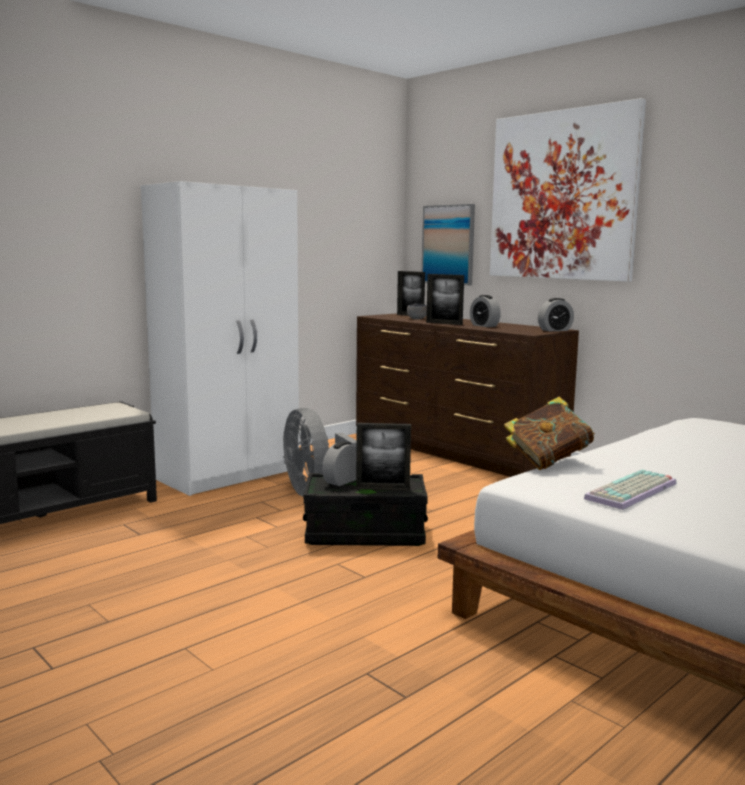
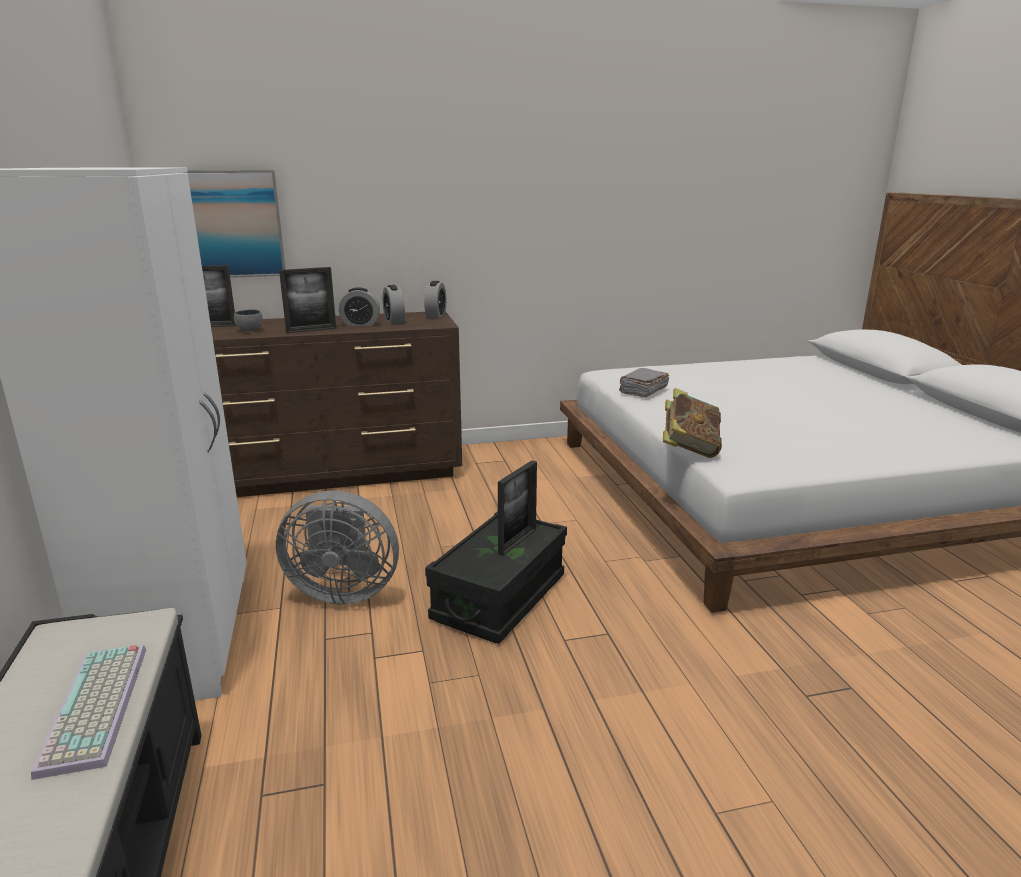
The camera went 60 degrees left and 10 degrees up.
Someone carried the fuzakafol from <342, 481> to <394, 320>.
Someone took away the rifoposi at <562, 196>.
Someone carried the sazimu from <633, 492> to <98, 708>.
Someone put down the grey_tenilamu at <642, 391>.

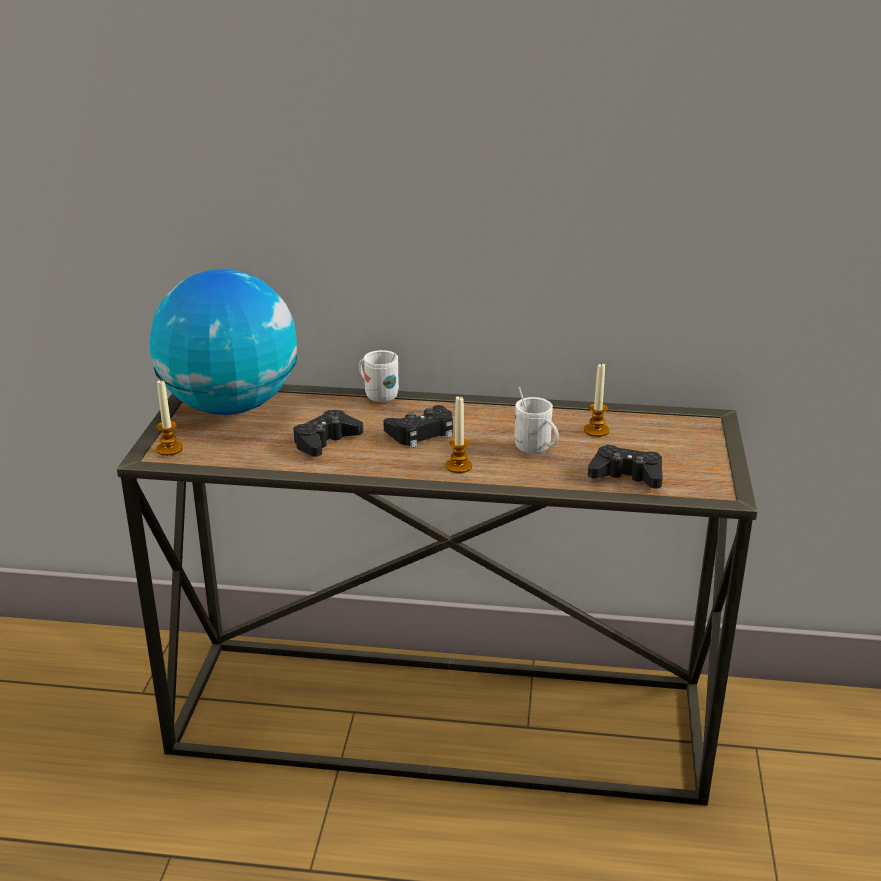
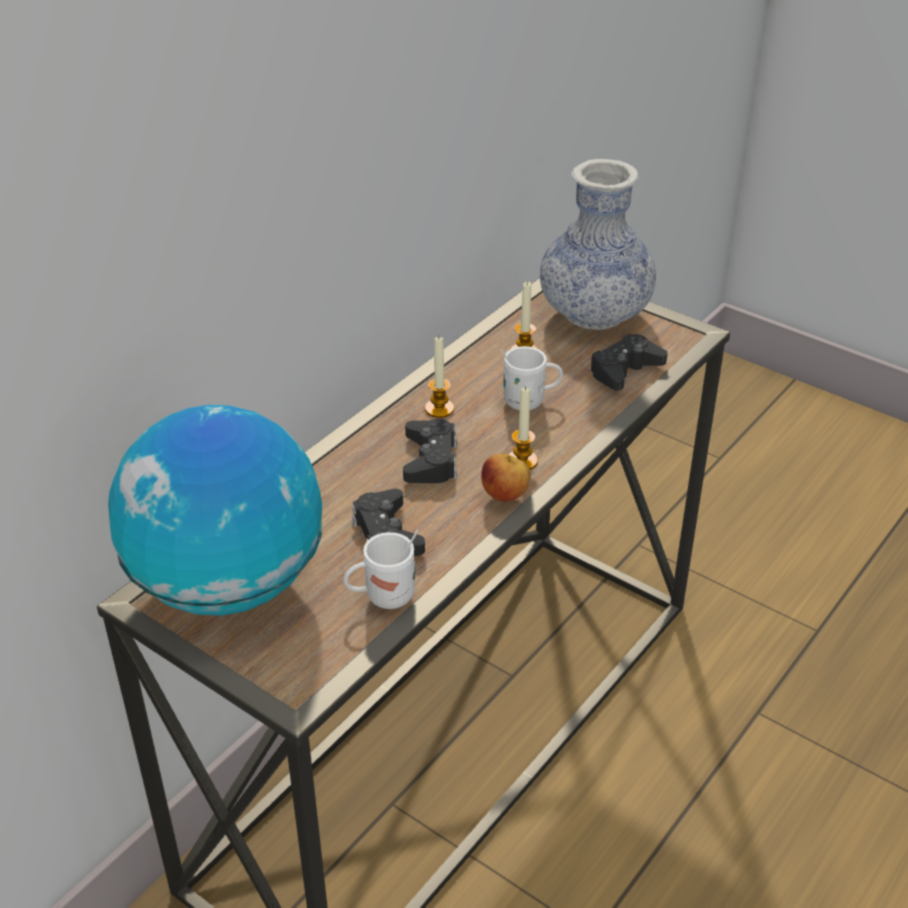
The camera went 60 degrees left and 10 degrees up.
Someone carried the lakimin from <169, 449> to <439, 409>.
Someone carried the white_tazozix from <378, 395> to <382, 597>.
Someone put down the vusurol at <505, 496>.
Someone put down the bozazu at <594, 313>.

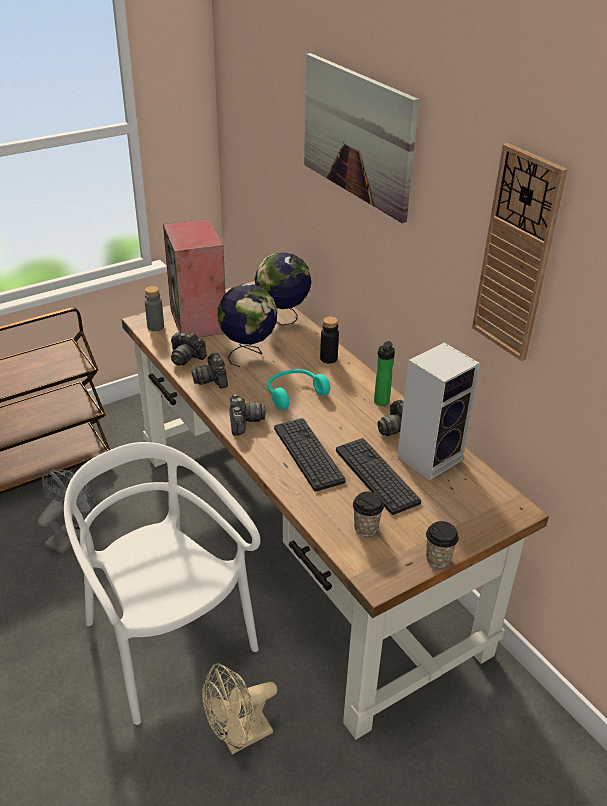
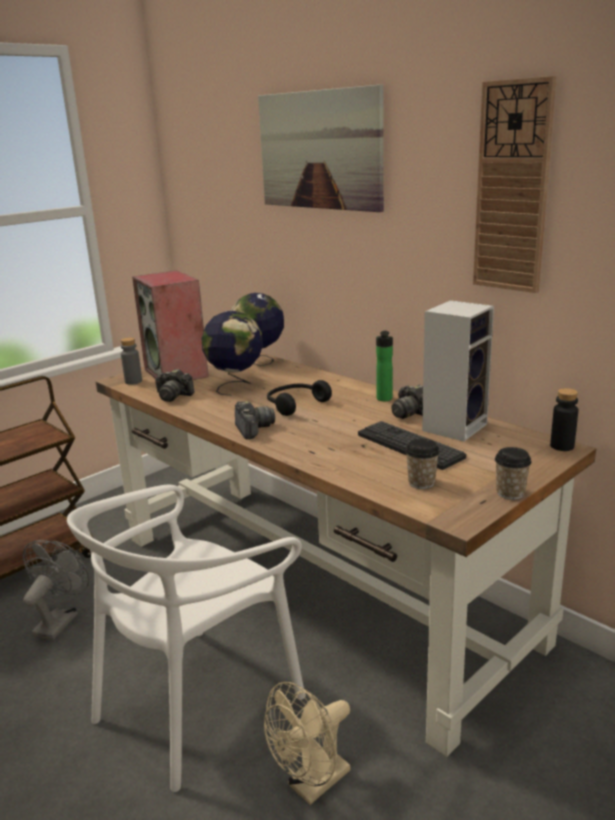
The camera went 10 degrees left and 15 degrees down.
Someone rotated the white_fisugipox at <167, 642> by 90 degrees counterclockwise.
Someone took away the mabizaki at <212, 379>.
Someone repainted the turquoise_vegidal at <294, 393>, which became the black_vegidal at <295, 404>.
Someone took away the sazimu at <308, 454>.
Someone carried the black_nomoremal from <328, 358> to <562, 446>.

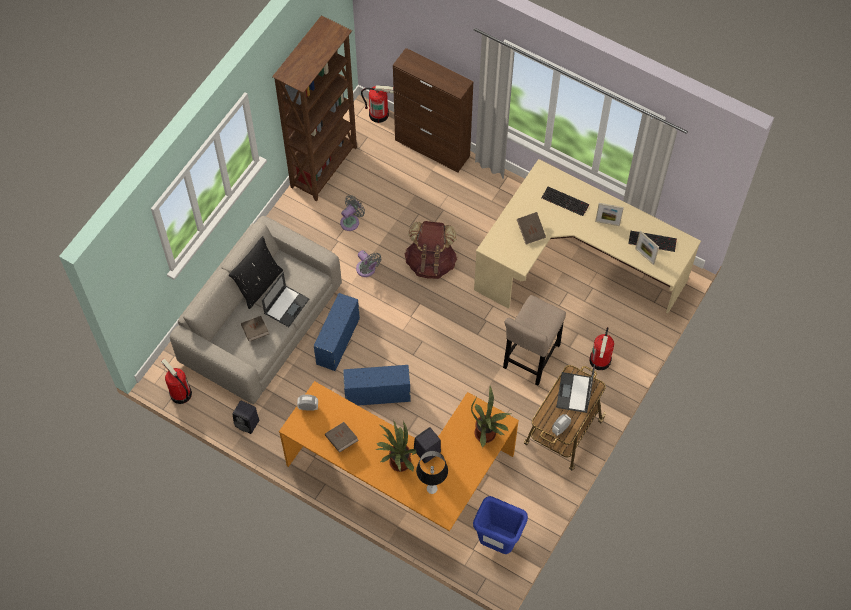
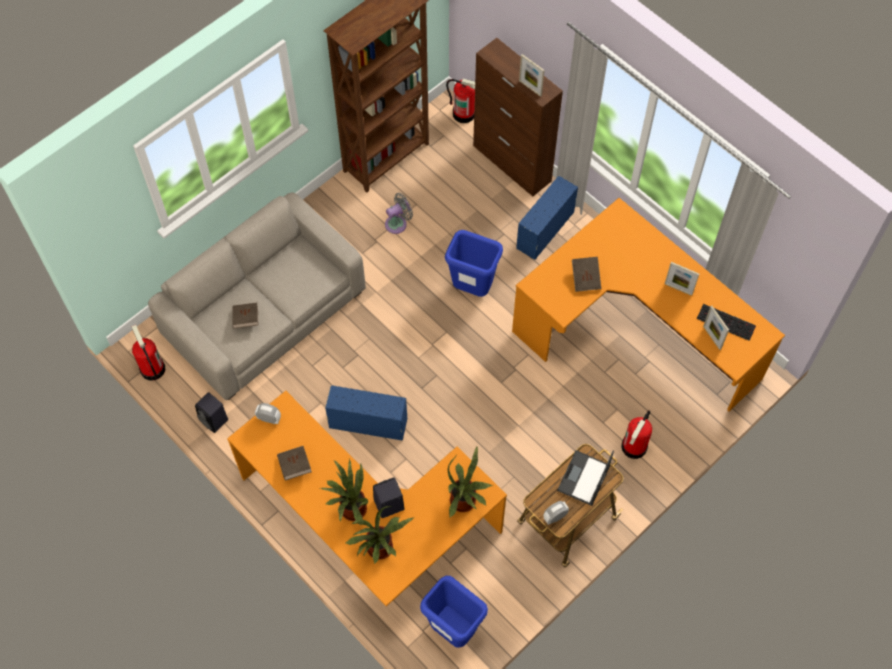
The camera went 15 degrees right and 0 degrees up.
Someone took away the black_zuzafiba at <259, 285>.
Someone took away the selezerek at <286, 306>.
Someone carried the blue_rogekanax from <337, 342> to <544, 231>.
Someone took away the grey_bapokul at <367, 270>.
Someone swapped the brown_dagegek at <431, 262> for the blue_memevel at <473, 289>.
Someone swapped the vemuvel at <431, 489> for the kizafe at <380, 550>.
Someone repainted the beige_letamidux at <576, 267>, which became the orange_letamidux at <636, 333>.
Someone took away the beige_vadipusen at <530, 359>.
Someone took away the sazimu at <566, 201>.
Someone put down the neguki at <530, 88>.

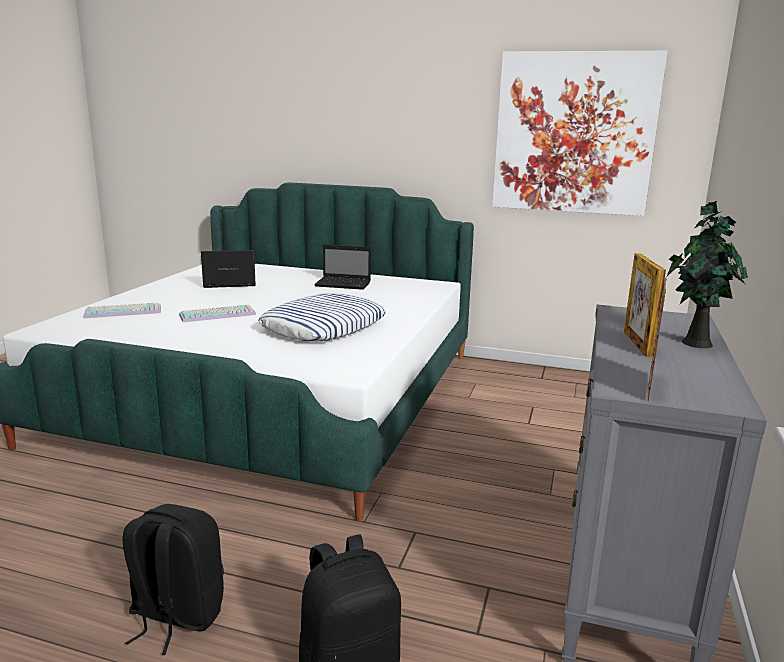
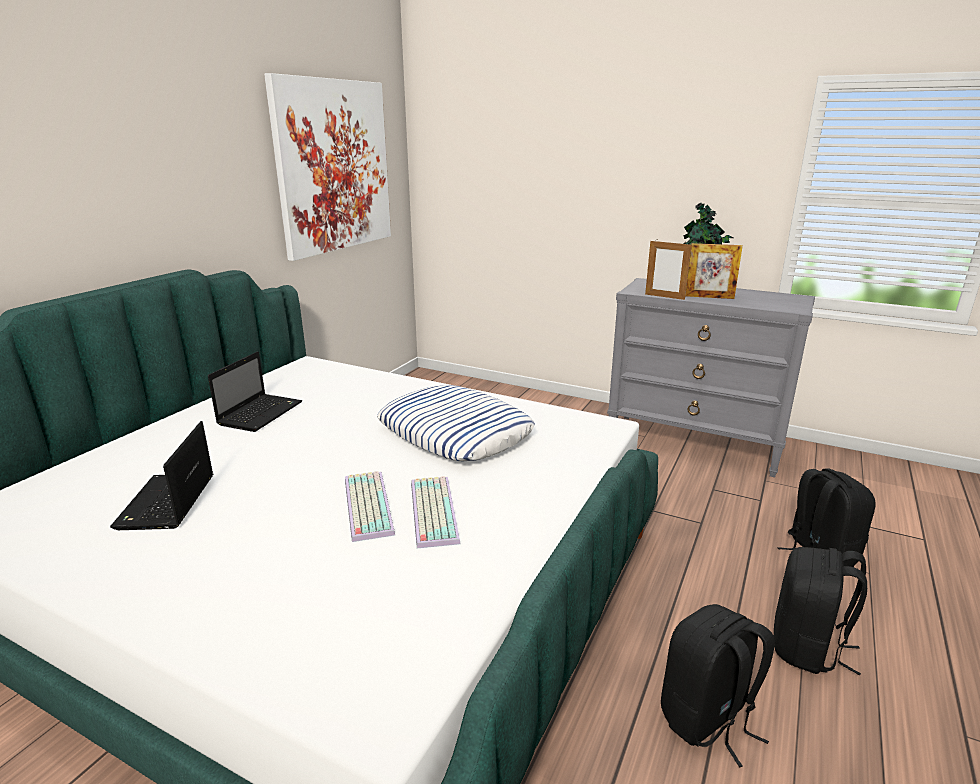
The camera went 80 degrees left and 5 degrees up.
Someone carried the sazimu from <124, 311> to <431, 510>.
Someone carried the neguki from <649, 386> to <664, 297>.
Someone put down the black_dagegek at <707, 719>.

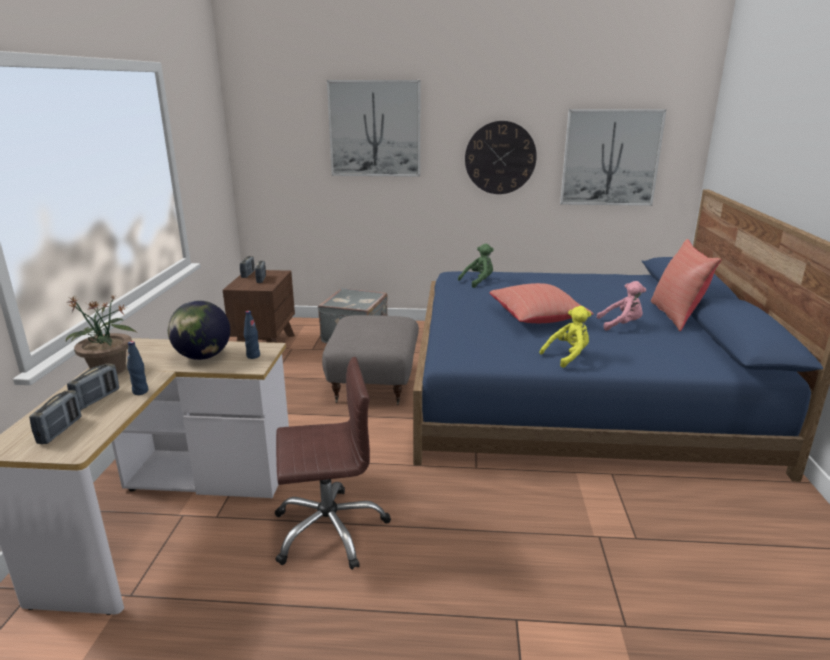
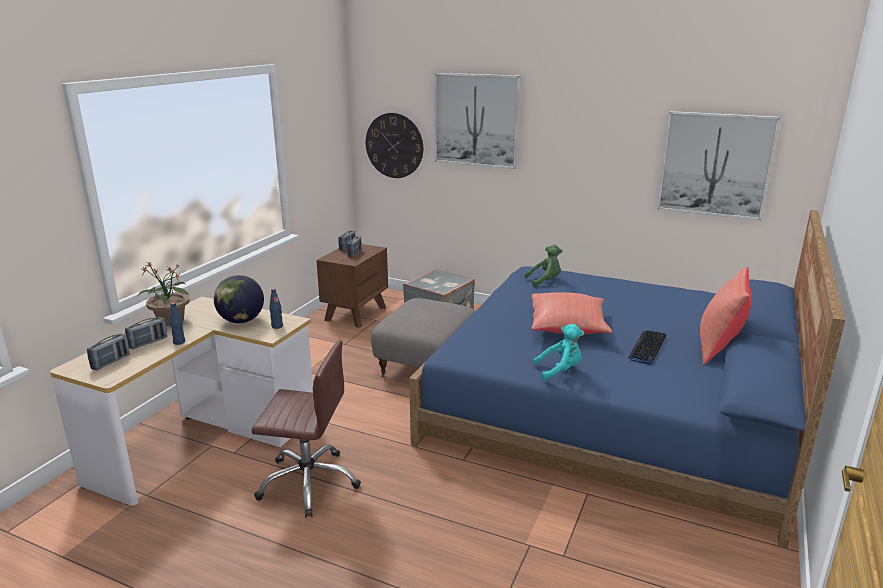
The camera went 20 degrees right and 0 degrees up.
Someone carried the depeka from <500, 158> to <394, 145>.
Someone repainted the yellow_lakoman at <568, 356>, which became the turquoise_lakoman at <560, 370>.
Someone swapped the pink_lakoman at <621, 325> for the sazimu at <647, 348>.

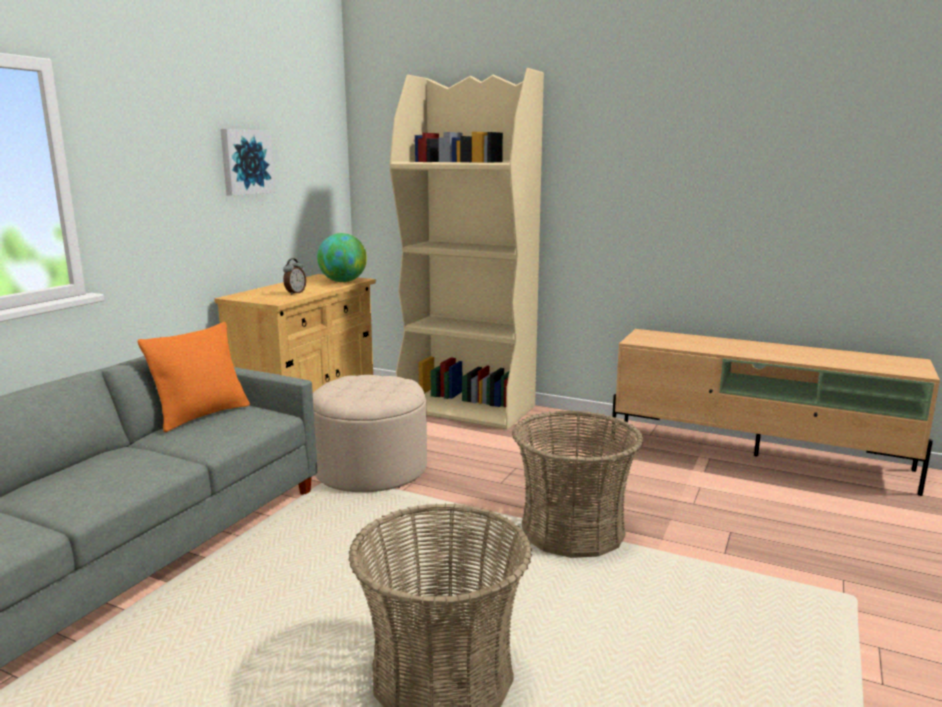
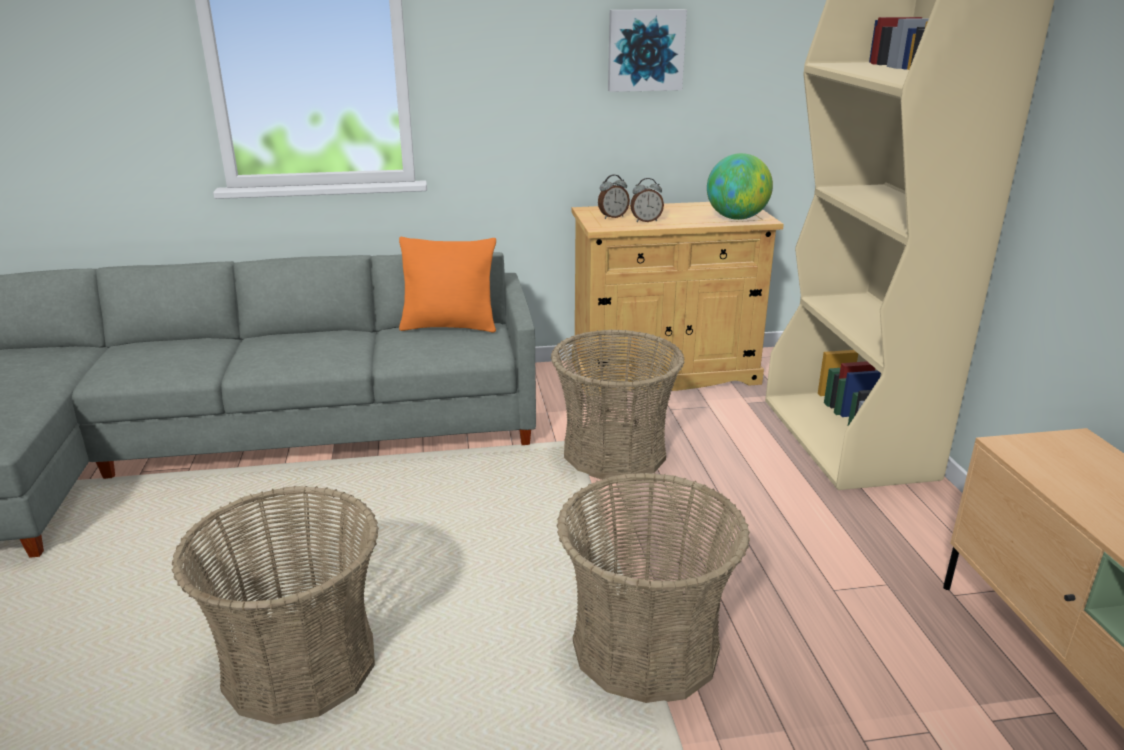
The camera went 55 degrees right and 10 degrees up.
Someone swapped the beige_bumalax at <370, 468> for the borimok at <614, 452>.
Someone put down the fuzakafol at <612, 217>.

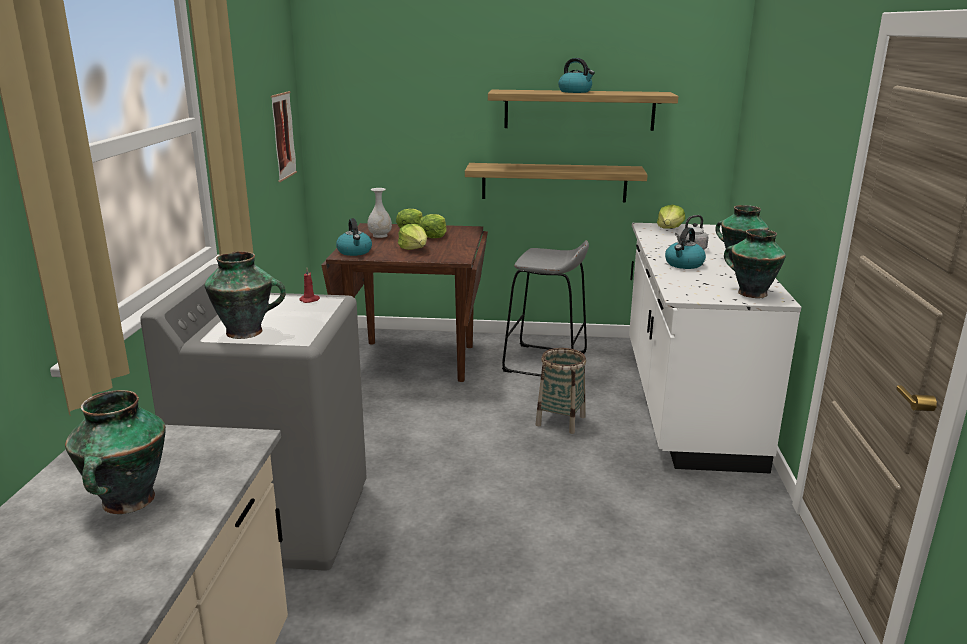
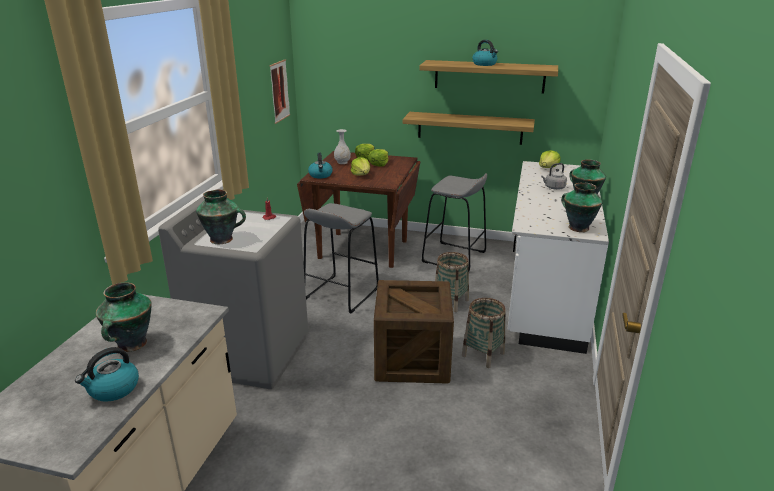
The camera went 10 degrees right and 5 degrees up.
Someone carried the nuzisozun from <684, 264> to <113, 389>.
Someone put down the grey_vadipusen at <341, 293>.
Someone put down the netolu at <412, 360>.
Someone put down the borimok at <483, 354>.

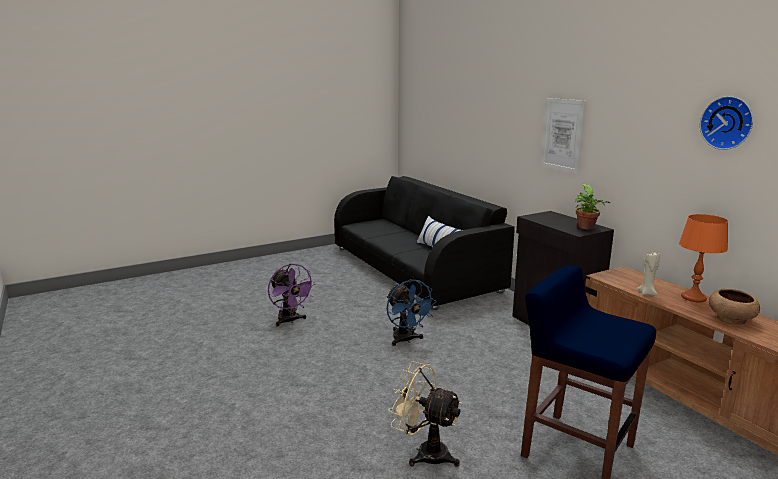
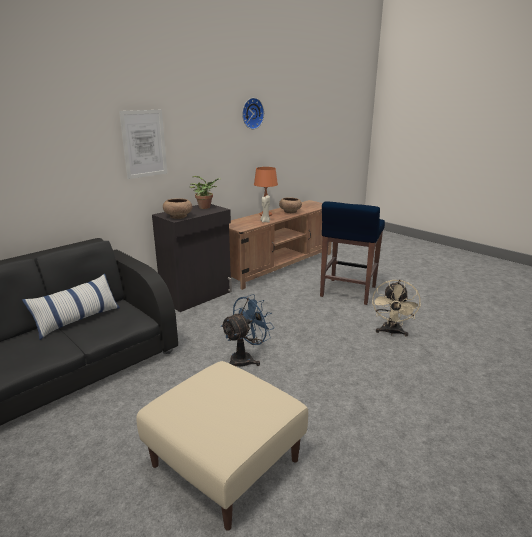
The camera went 105 degrees left and 5 degrees up.
Someone swapped the purple_bapokul at <290, 321> for the beige_bumalax at <224, 462>.
Someone put down the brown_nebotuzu at <178, 216>.

